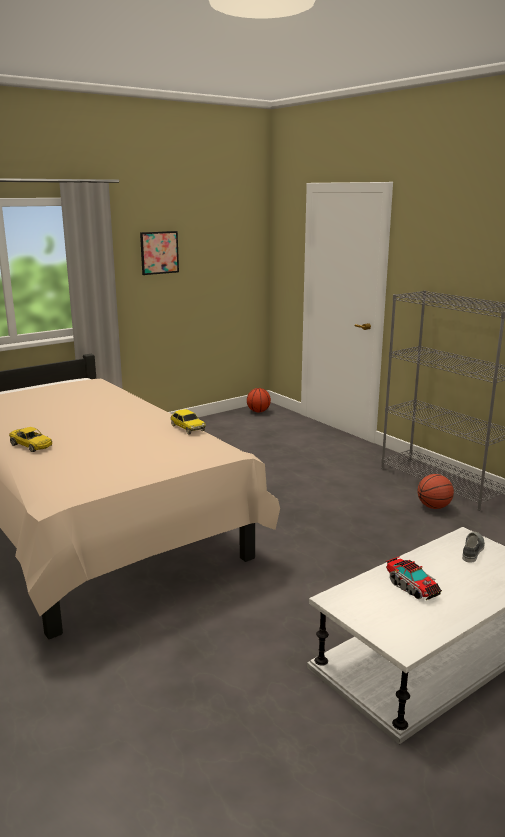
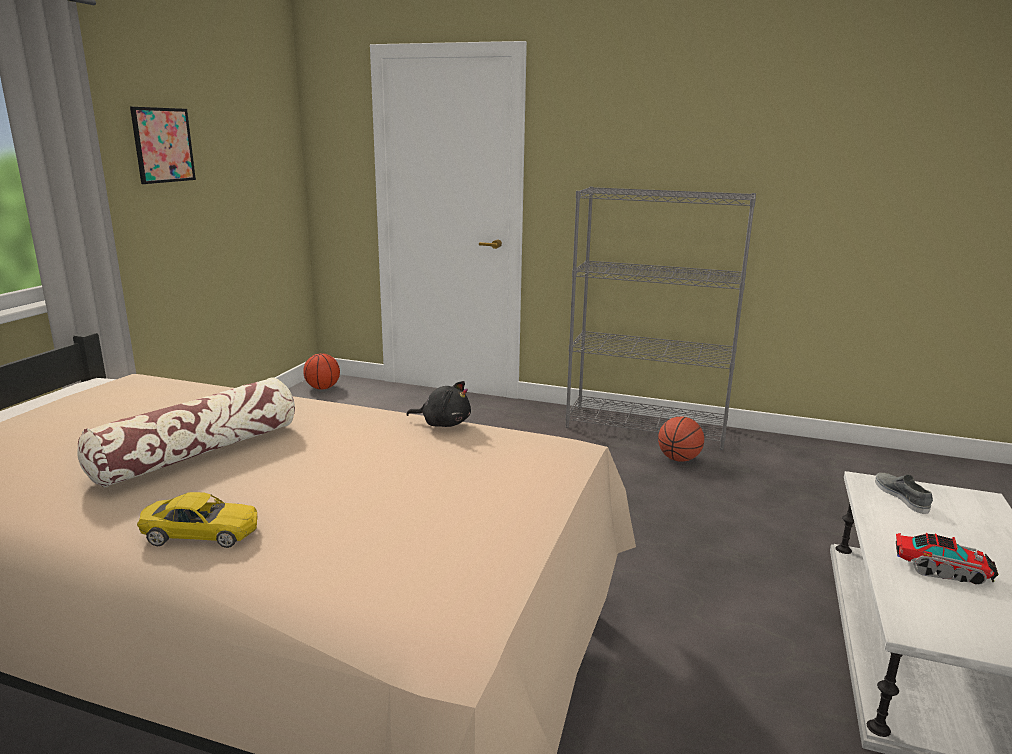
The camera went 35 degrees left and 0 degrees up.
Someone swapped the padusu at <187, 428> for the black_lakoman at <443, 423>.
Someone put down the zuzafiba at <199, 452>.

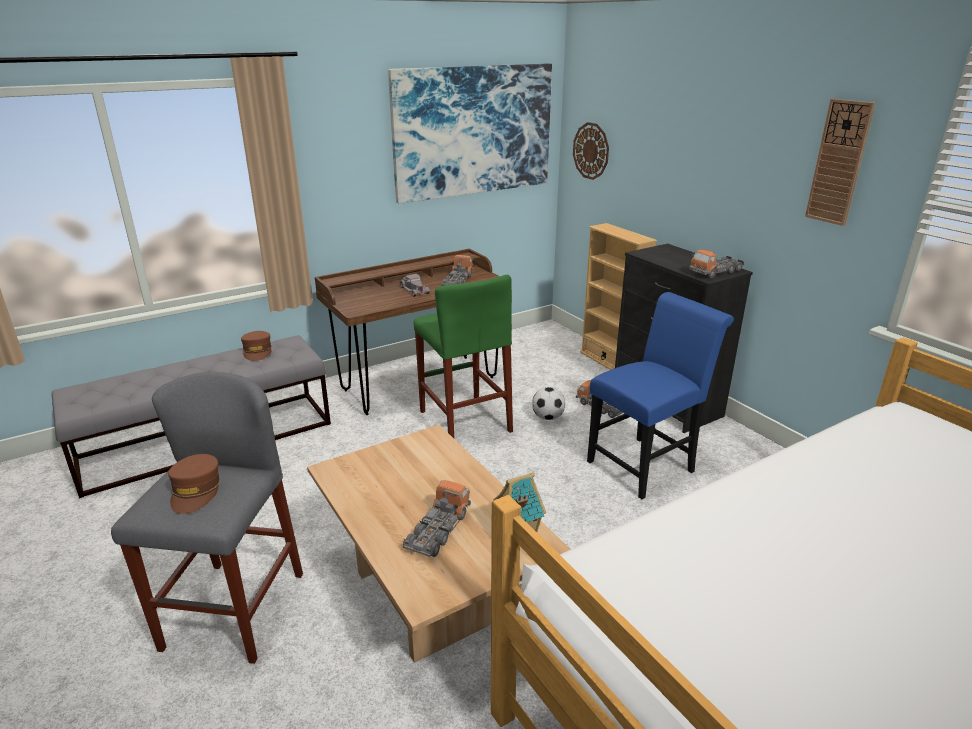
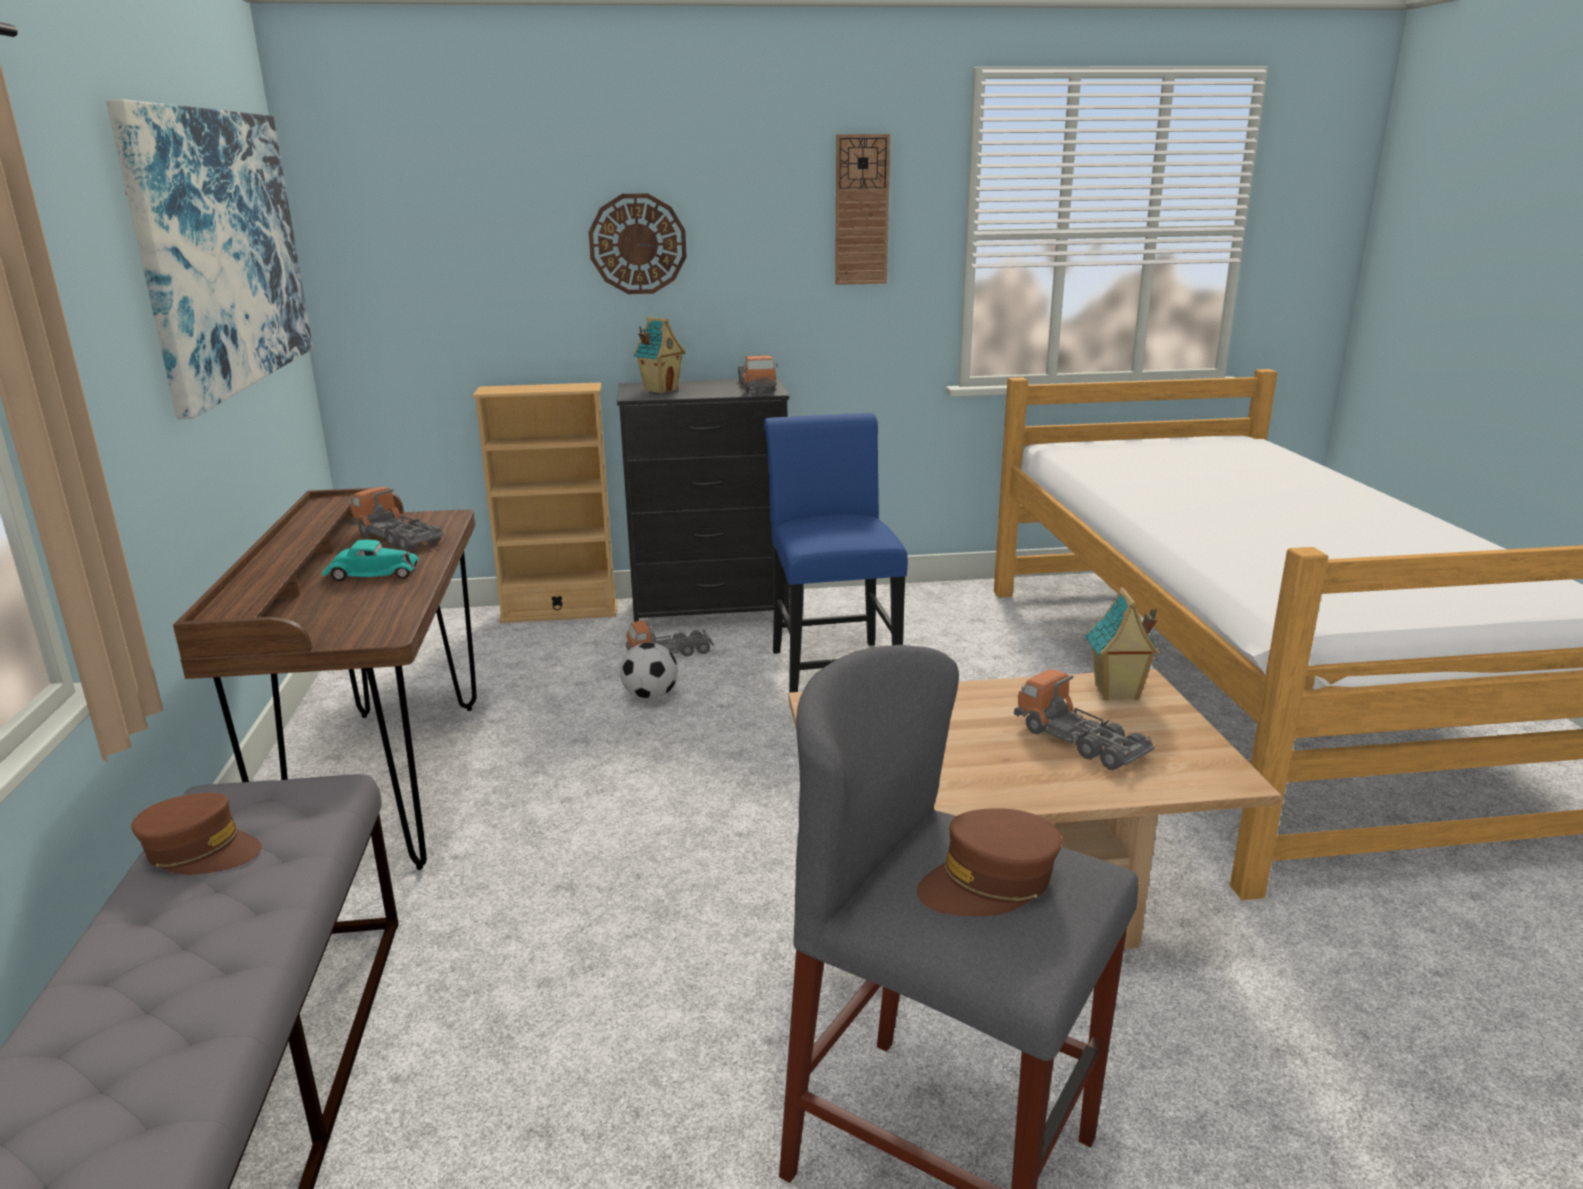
The camera went 65 degrees left and 5 degrees down.
Someone rotated the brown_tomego at <196, 491> by 135 degrees clockwise.
Someone repainted the grey_padusu at <414, 290>, which became the turquoise_padusu at <371, 573>.
Someone took away the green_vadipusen at <464, 421>.
Someone carried the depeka from <591, 151> to <638, 244>.
Someone put down the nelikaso at <661, 390>.

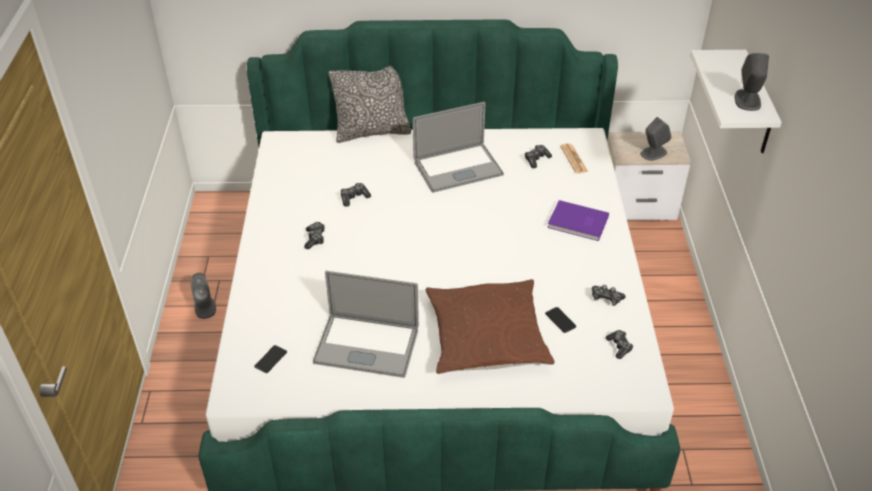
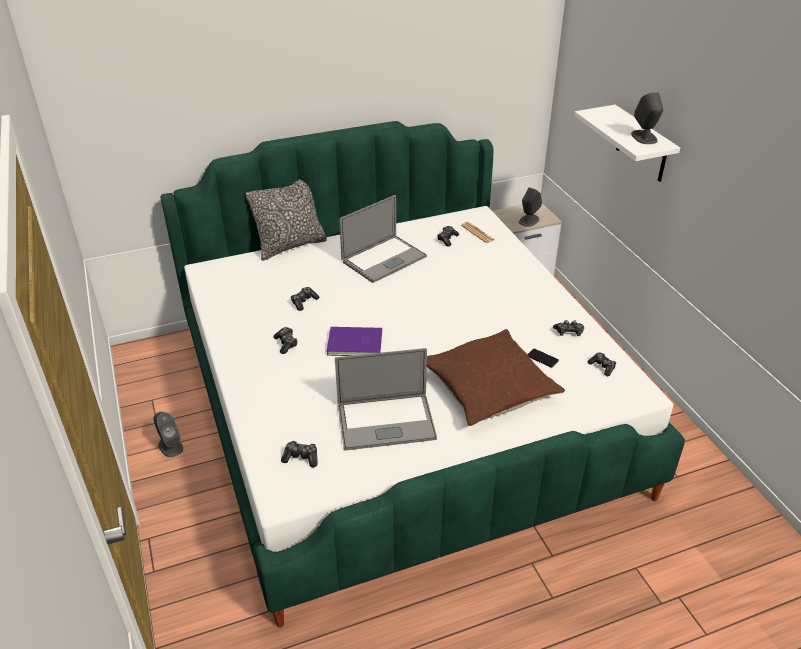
The camera went 20 degrees left and 5 degrees down.
Someone swapped the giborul at <271, 359> for the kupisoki at <301, 458>.
Someone carried the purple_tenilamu from <578, 223> to <355, 344>.

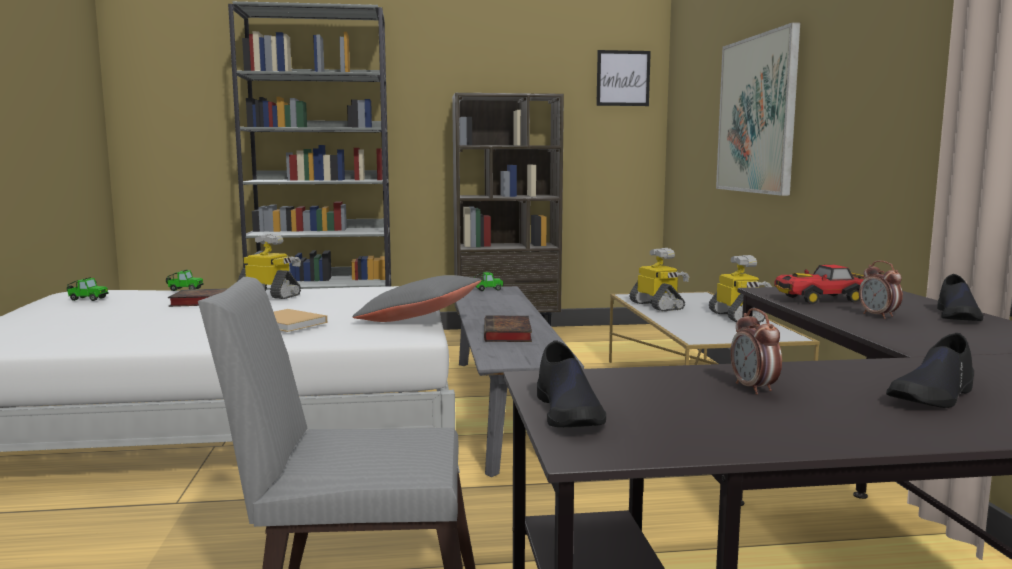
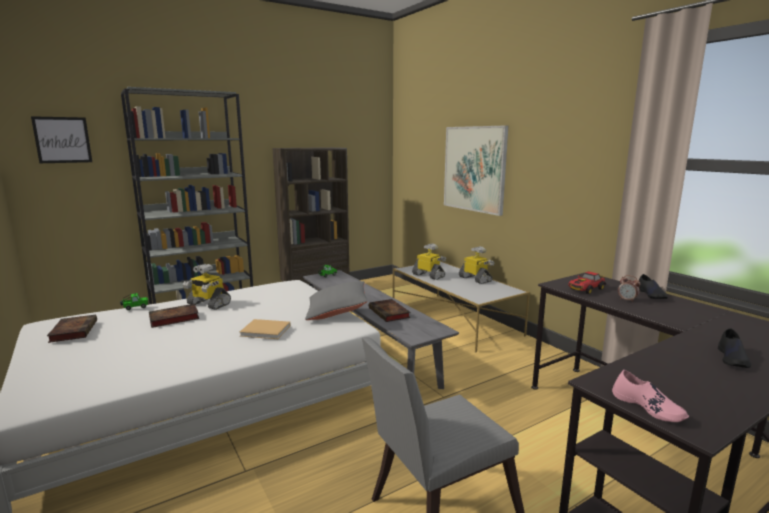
The camera went 25 degrees left and 5 degrees up.
Someone swapped the padusu at <86, 299> for the tenilamu at <73, 331>.
Someone rotated the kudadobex at <270, 295> by 150 degrees counterclockwise.
Someone repainted the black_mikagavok at <568, 412>, which became the pink_mikagavok at <648, 407>.
Someone carried the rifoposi from <623, 78> to <62, 140>.
Someone took away the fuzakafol at <754, 389>.

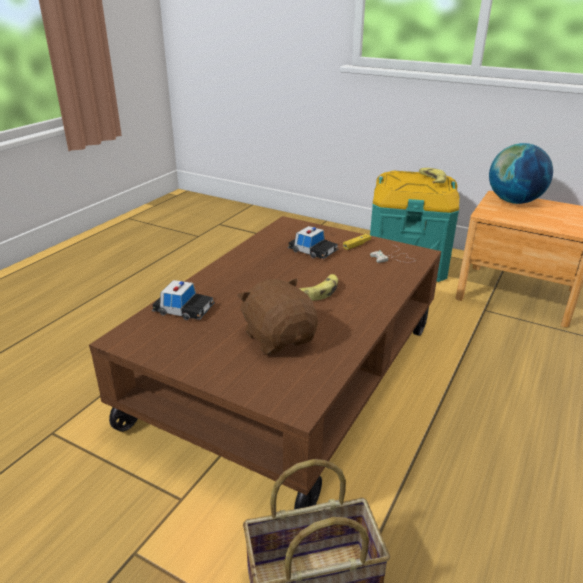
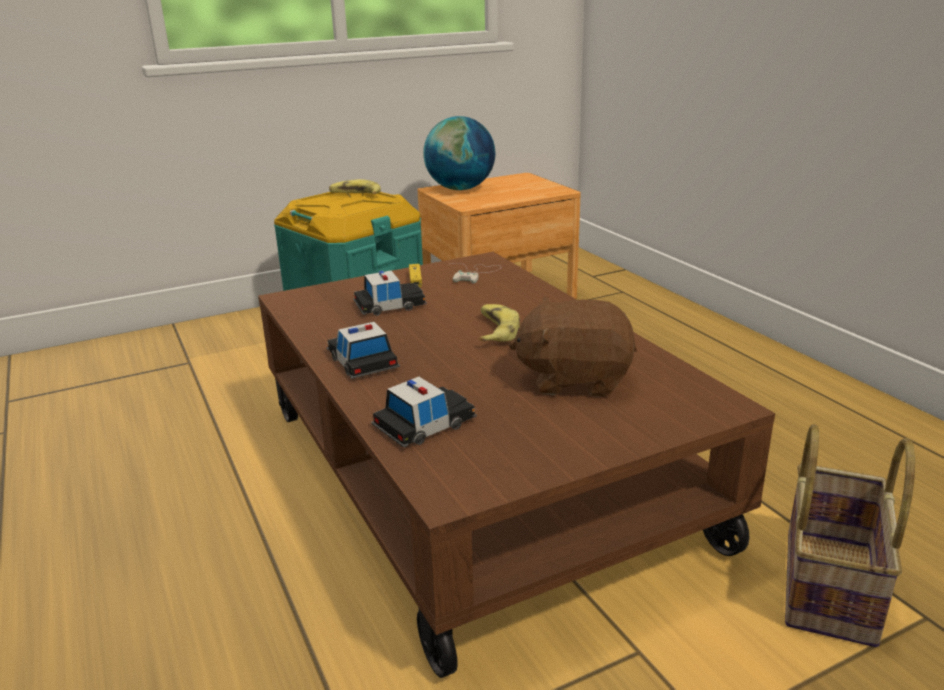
The camera went 55 degrees left and 5 degrees down.
Someone put down the padusu at <362, 361>.

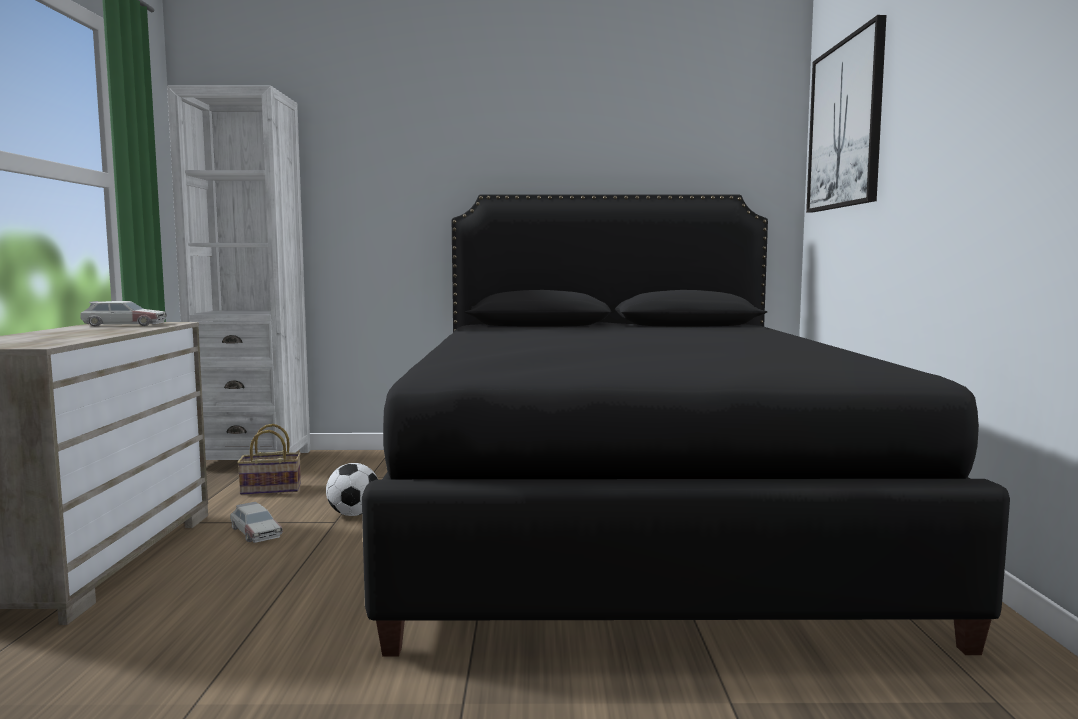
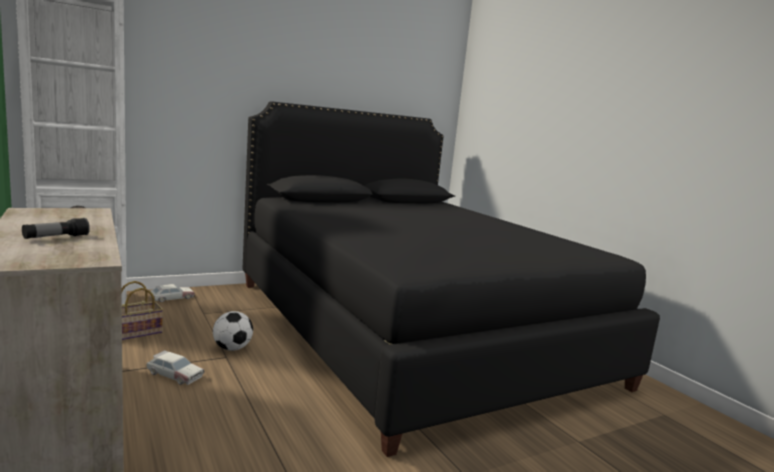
The camera went 30 degrees left and 5 degrees up.
Someone carried the padusu from <124, 325> to <172, 298>.
Someone took away the rifoposi at <845, 125>.
Someone put down the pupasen at <56, 237>.

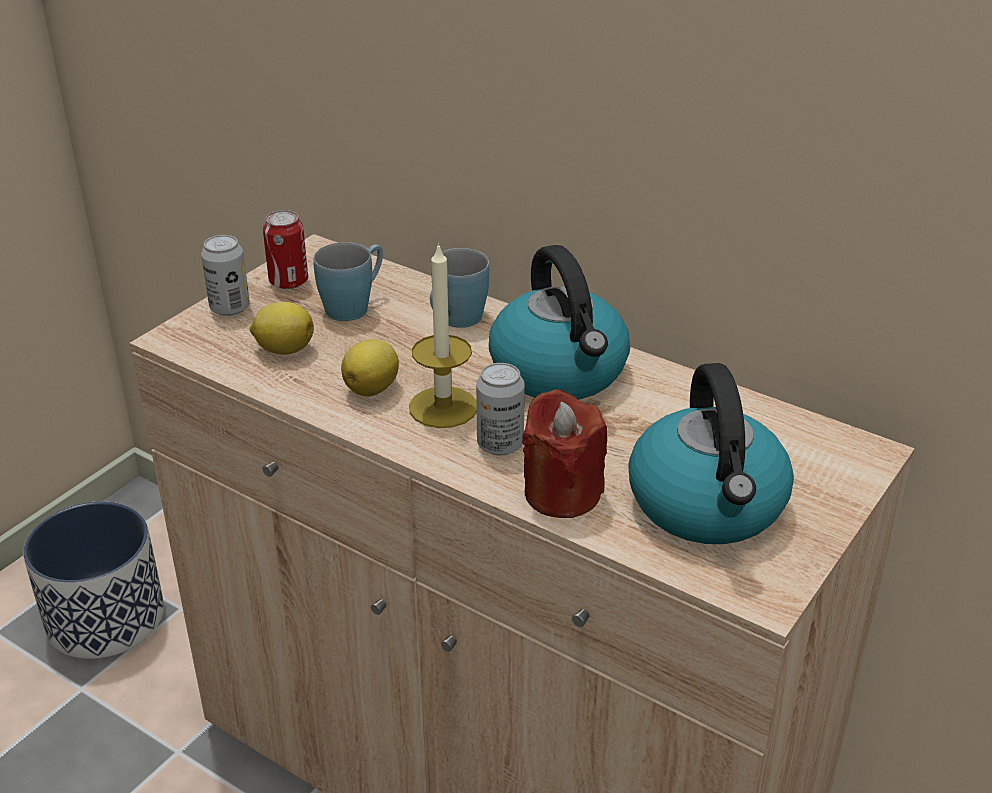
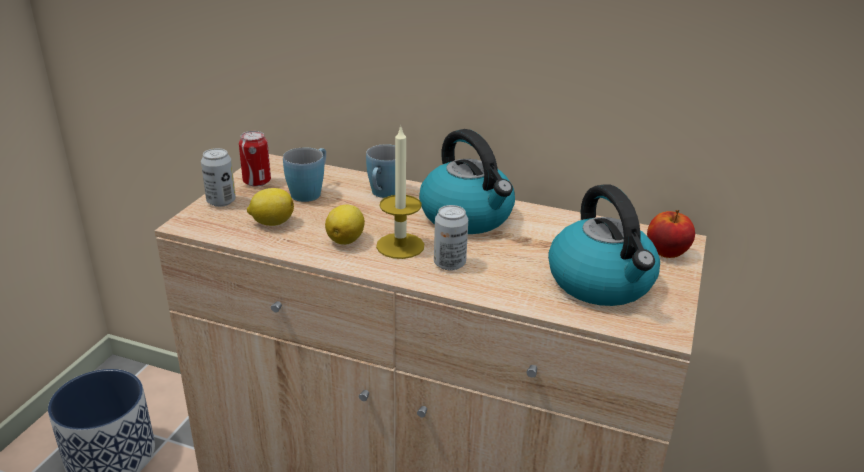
The camera went 15 degrees left and 5 degrees down.
Someone took away the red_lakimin at <562, 493>.
Someone put down the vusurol at <666, 252>.

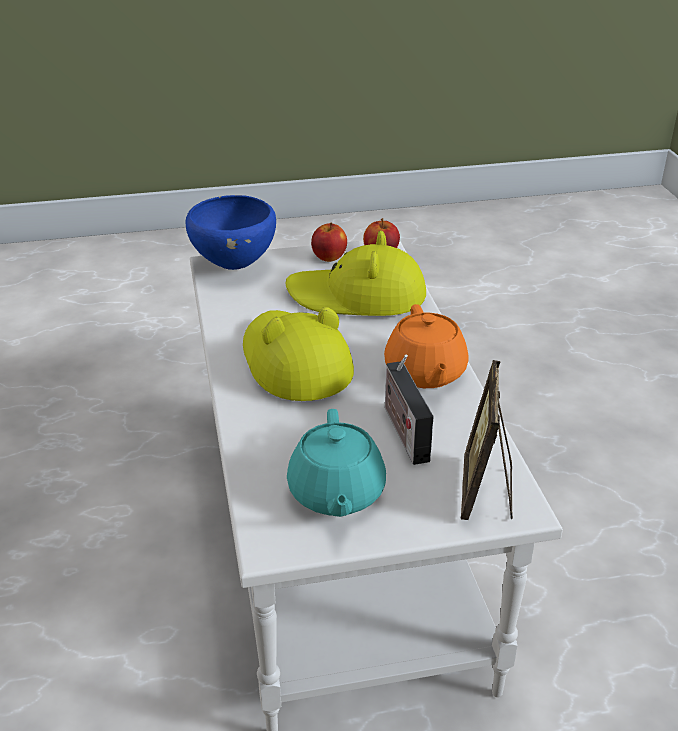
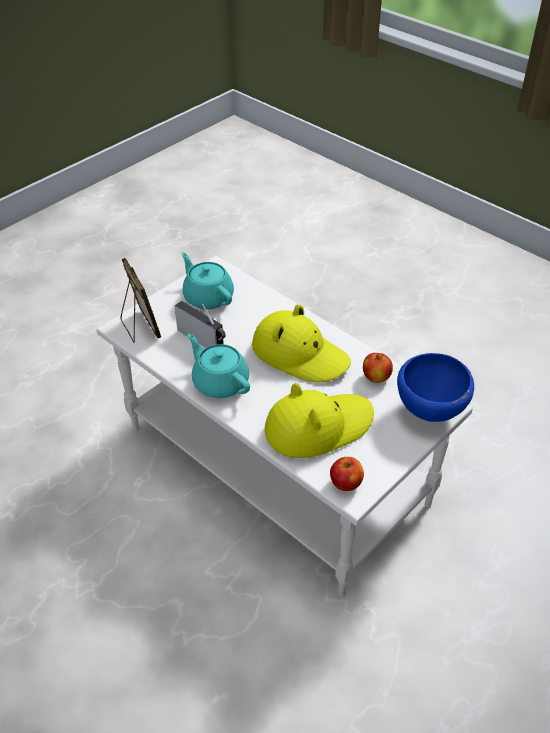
The camera went 145 degrees right and 10 degrees up.
Someone carried the vusurol from <329, 257> to <376, 377>.
Someone repainted the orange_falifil at <425, 373>, which became the turquoise_falifil at <220, 382>.

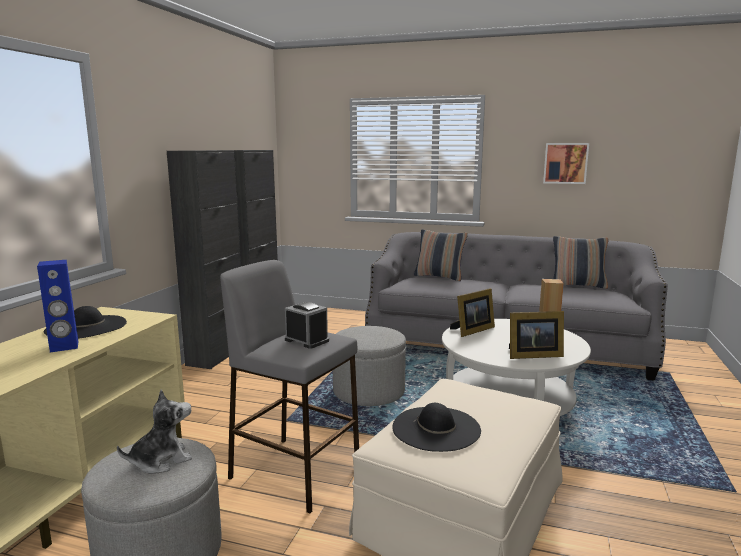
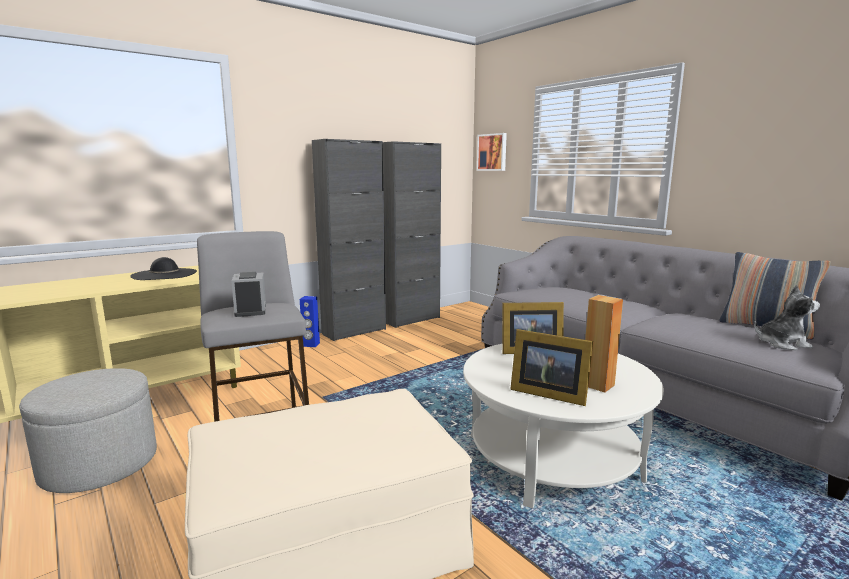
The camera went 35 degrees right and 0 degrees up.
Someone carried the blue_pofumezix from <64, 347> to <311, 344>.
Someone carried the lakoman from <161, 460> to <781, 344>.
Someone took away the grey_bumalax at <369, 391>.
Someone took away the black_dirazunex at <436, 428>.
Someone took away the zuzafiba at <439, 277>.
Someone carried the rifoposi from <565, 163> to <492, 152>.

